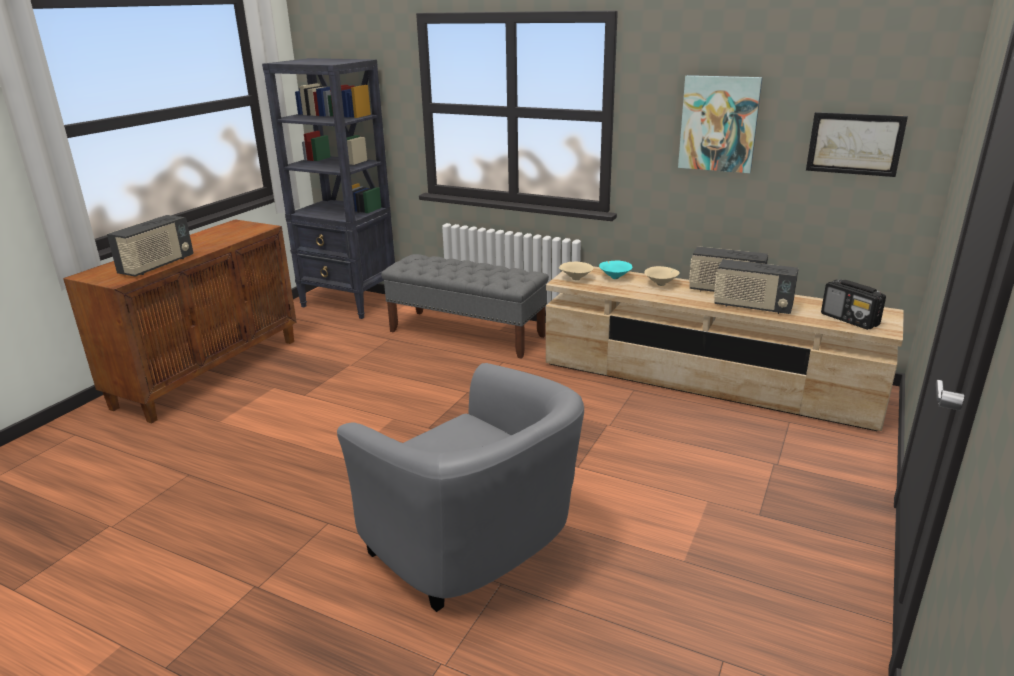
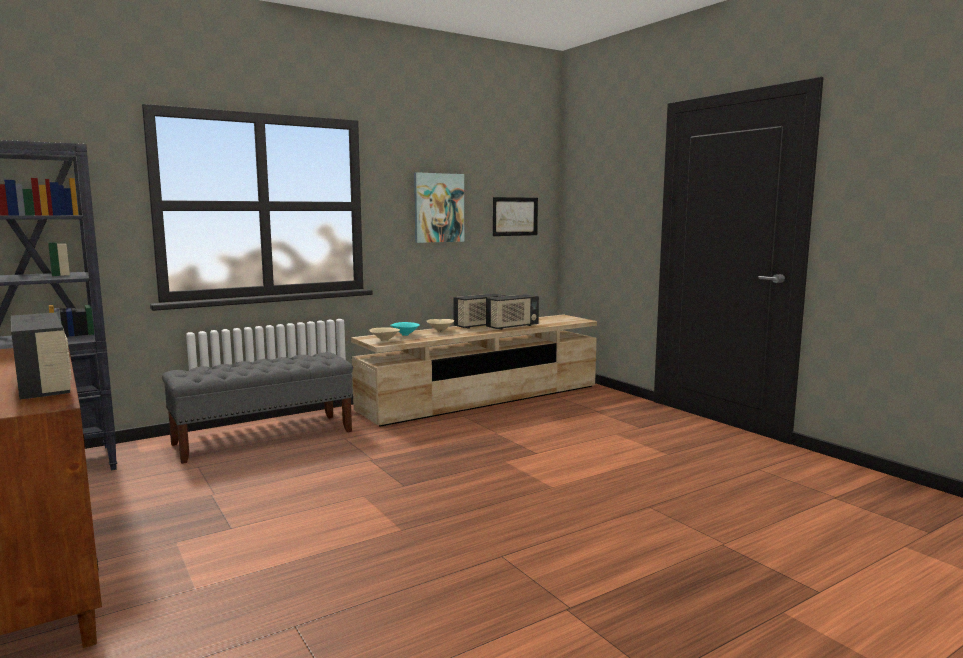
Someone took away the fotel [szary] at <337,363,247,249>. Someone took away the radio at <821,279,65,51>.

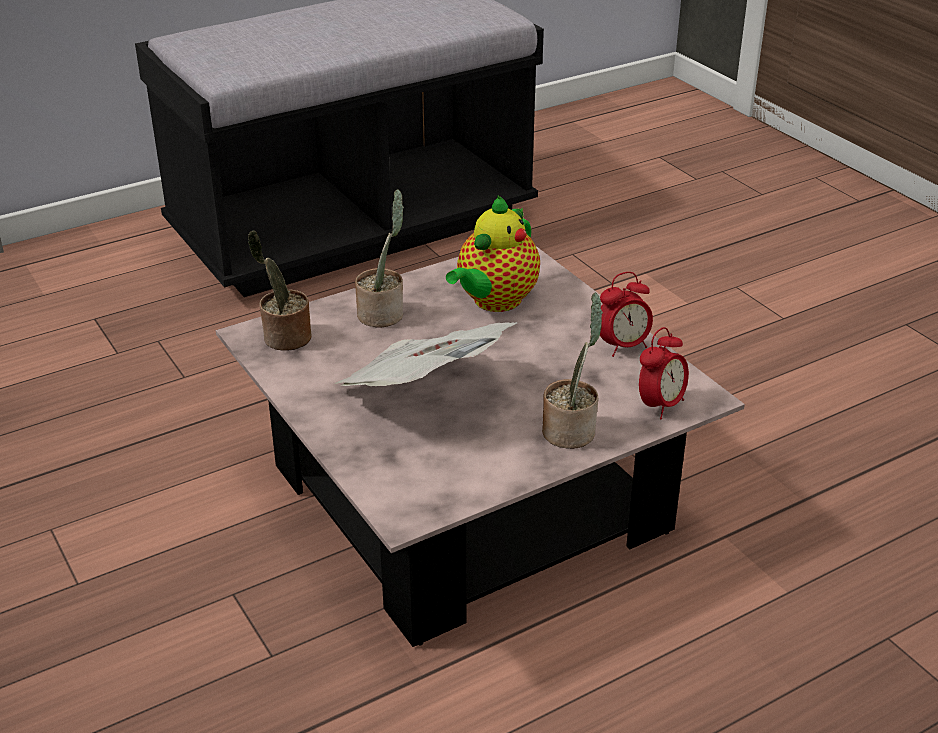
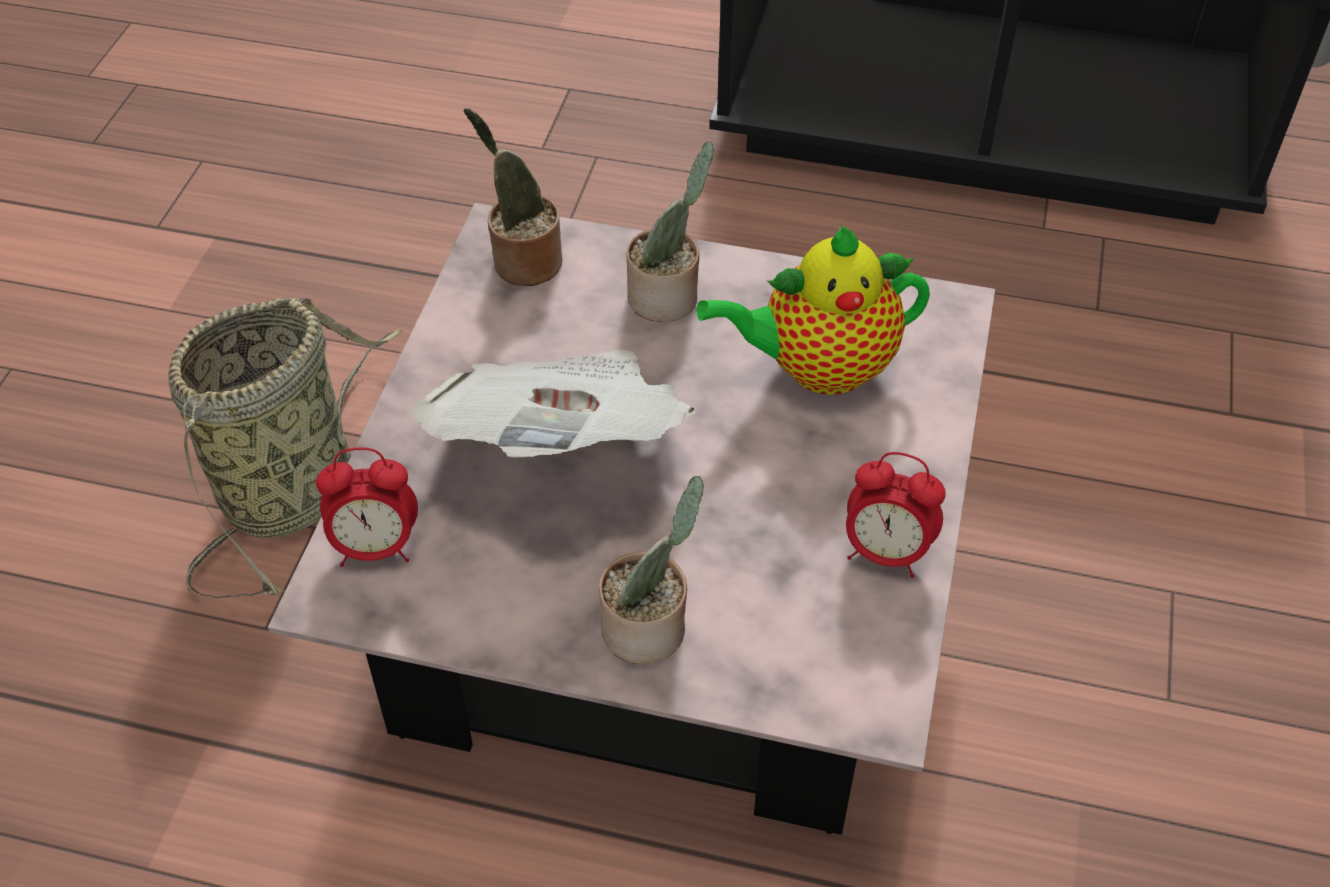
Someone put down the koszyk at <169,298,234,300>. Someone carried the budzik from <639,327,50,92> to <316,447,102,120>.

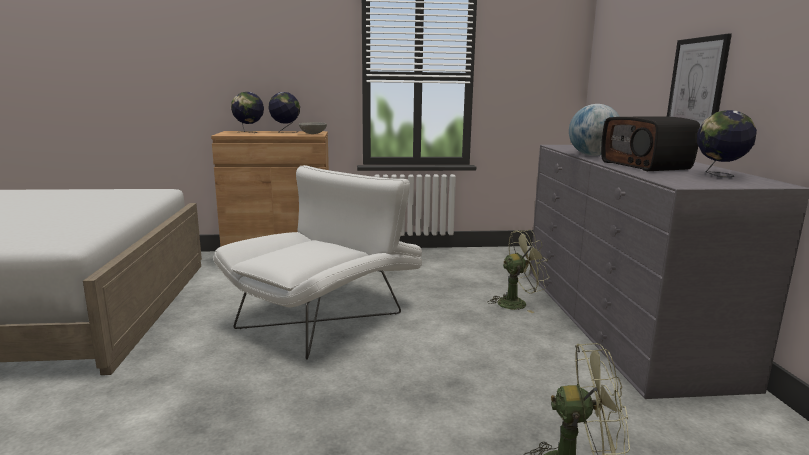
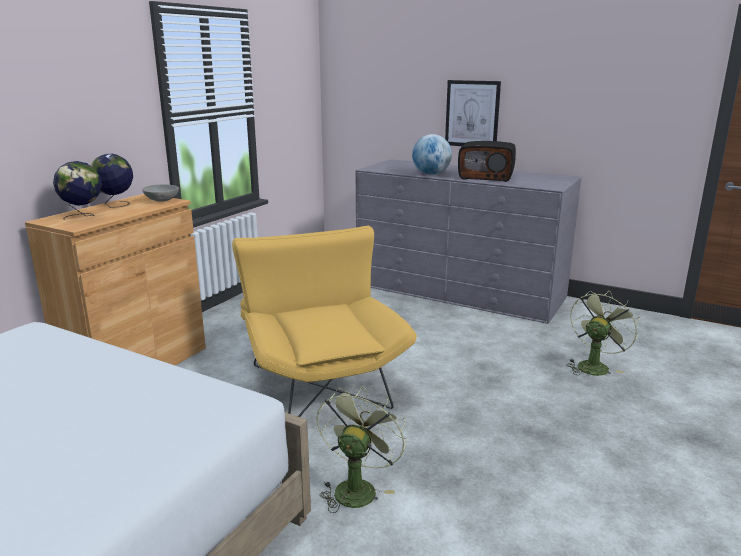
Someone repainted the fotel [biały] at <213,165,209,195>, which became the fotel [żółty] at <232,226,185,191>. Someone carried the wentylator [zielony] from <488,229,61,84> to <317,386,90,127>. Someone took away the globus at <697,110,60,67>.

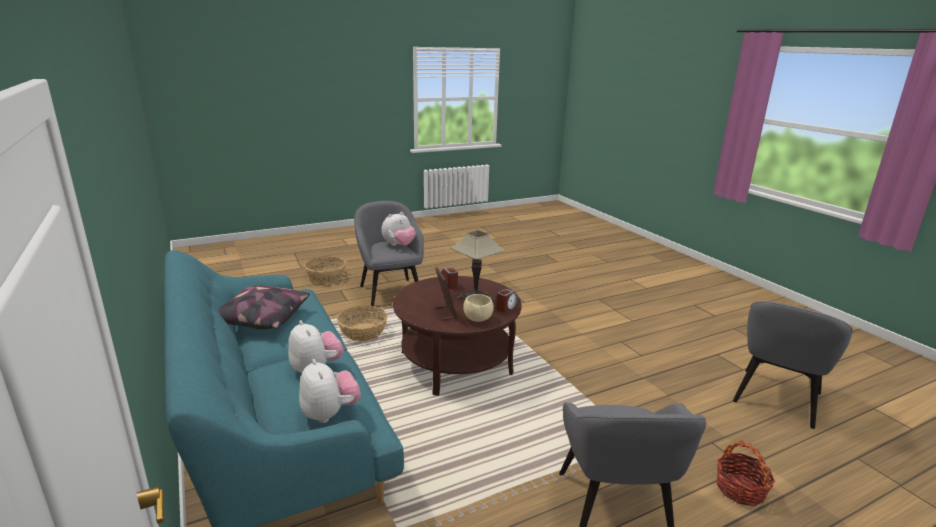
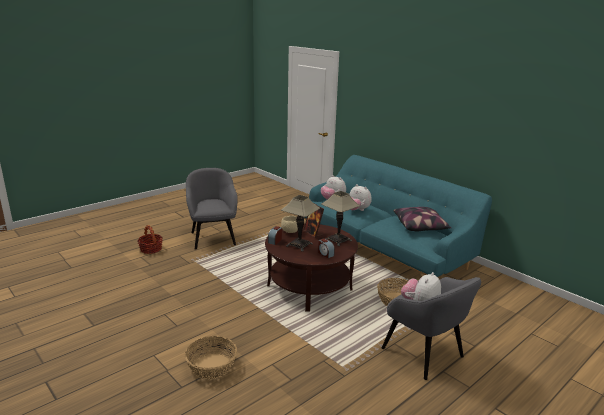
Someone carried the koszyk from <304,256,42,27> to <185,336,52,43>. Someone put down the lampa stołowa at <321,191,39,55>. Someone took away the fotel [szary] at <733,301,120,128>.

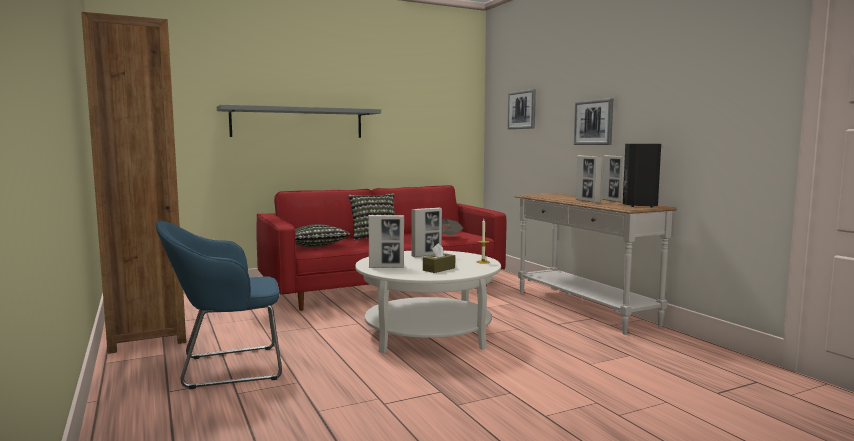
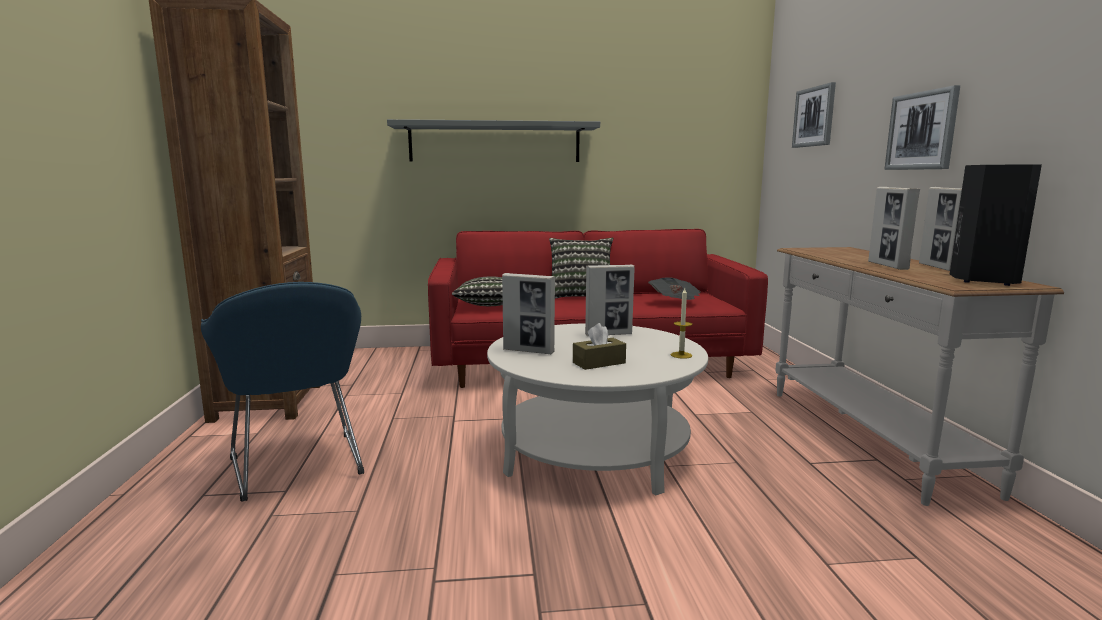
Someone rotated the fotel [niebieski] at <156,220,126,169> by 120 degrees counterclockwise.

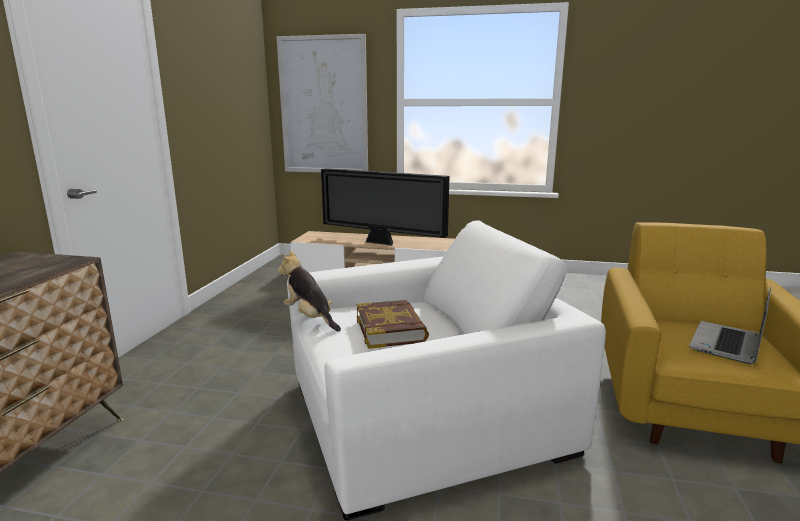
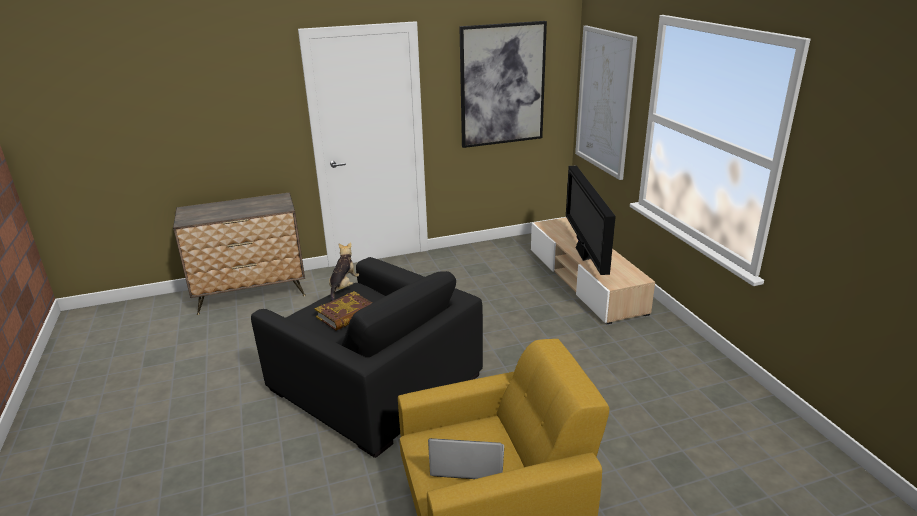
Someone repainted the fotel [biały] at <287,220,319,300>, which became the fotel [czarny] at <251,257,232,201>. Someone put up the obraz at <459,21,88,127>.

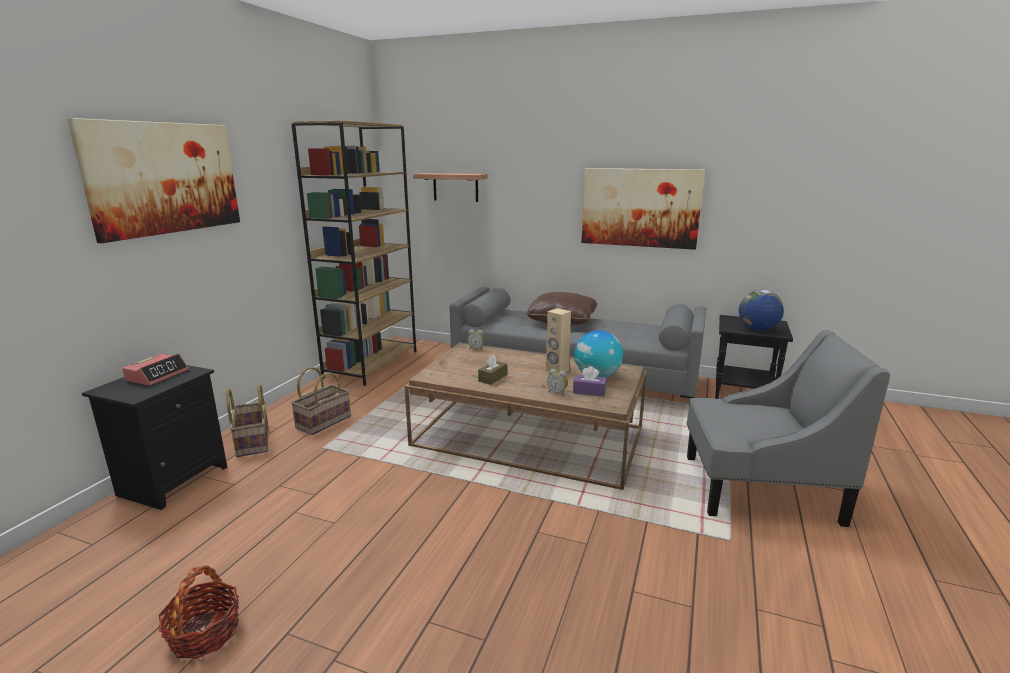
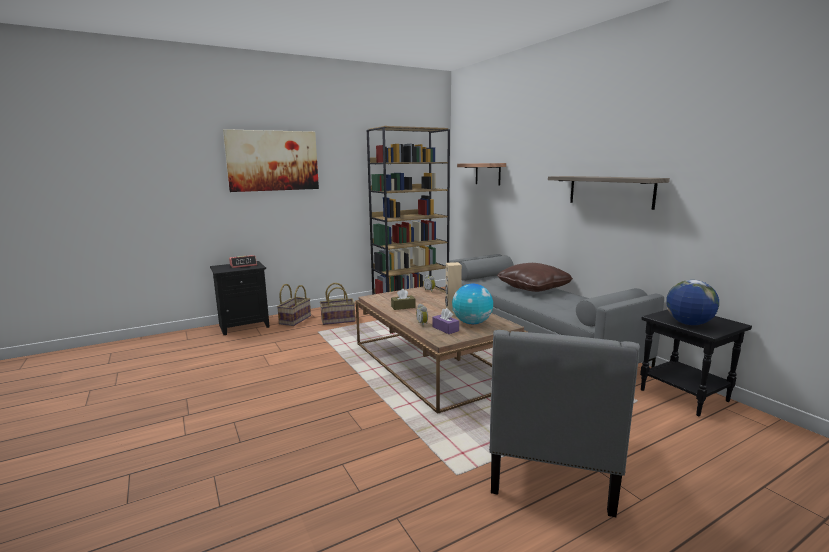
Someone rotated the fotel [szary] at <687,330,203,197> by 60 degrees clockwise. Someone swapped the obraz at <581,168,124,82> for the półka at <548,176,122,34>. Someone took away the koszyk at <158,566,81,93>.

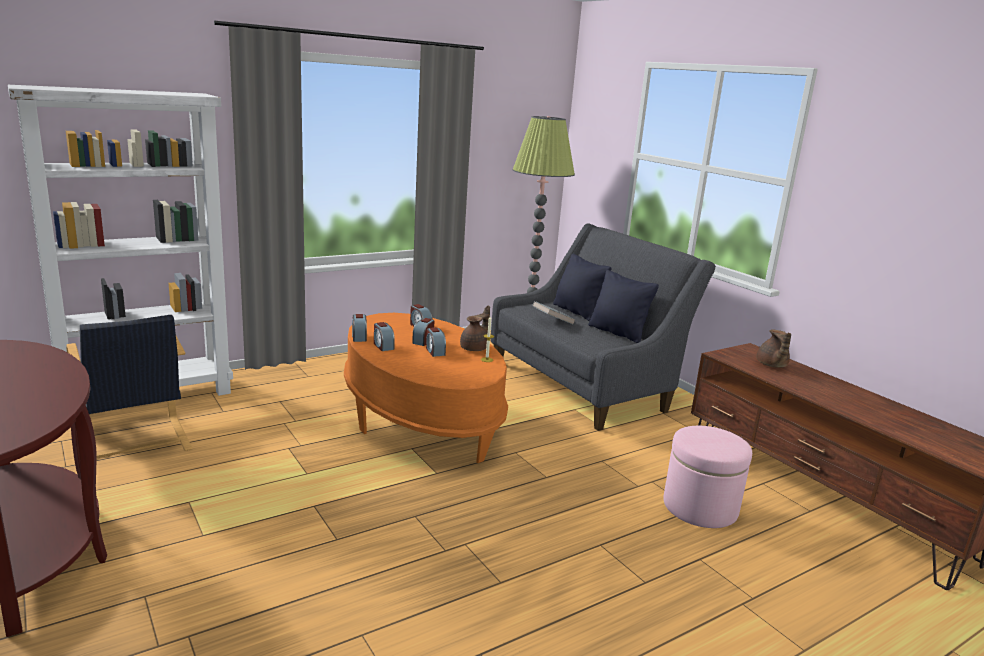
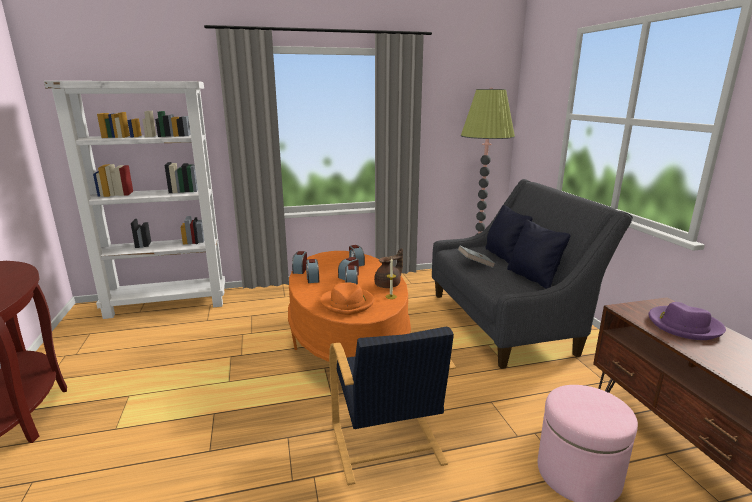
Someone put down the kapelusz [pomarańczowy] at <320,282,54,33>. Someone carried the fotel [czarny] from <66,315,126,143> to <329,327,127,158>. Someone swapped the imbryk [brązowy] at <756,330,35,38> for the kapelusz [fioletowy] at <649,302,77,38>.

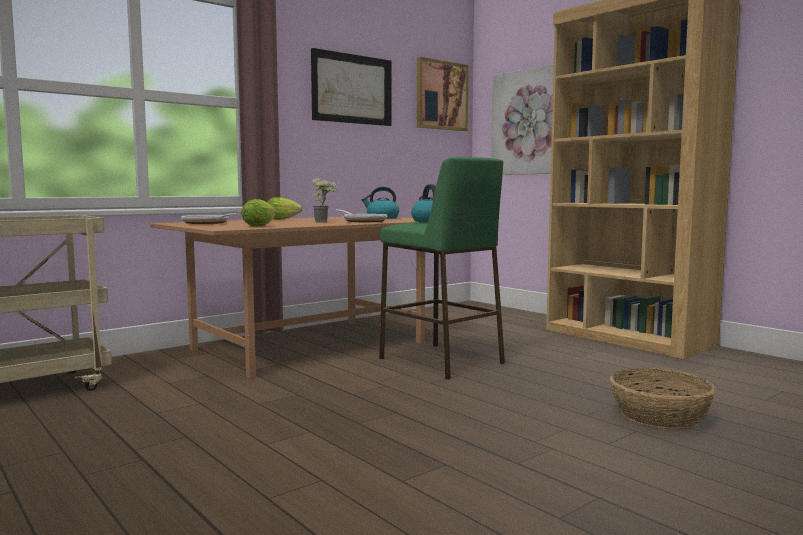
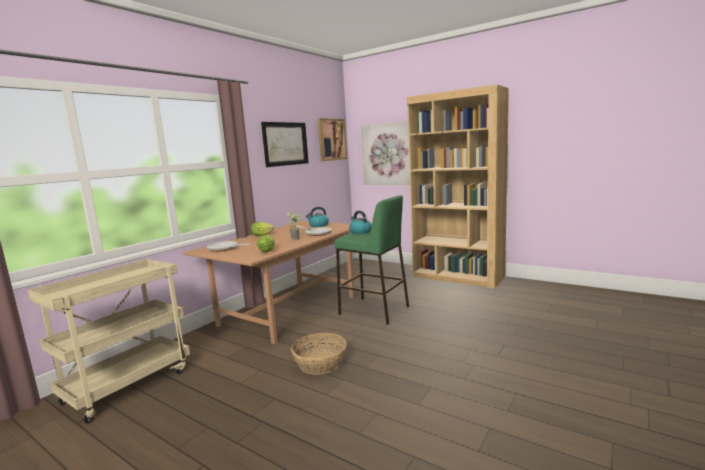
Someone carried the koszyk from <610,368,106,62> to <291,333,56,42>.

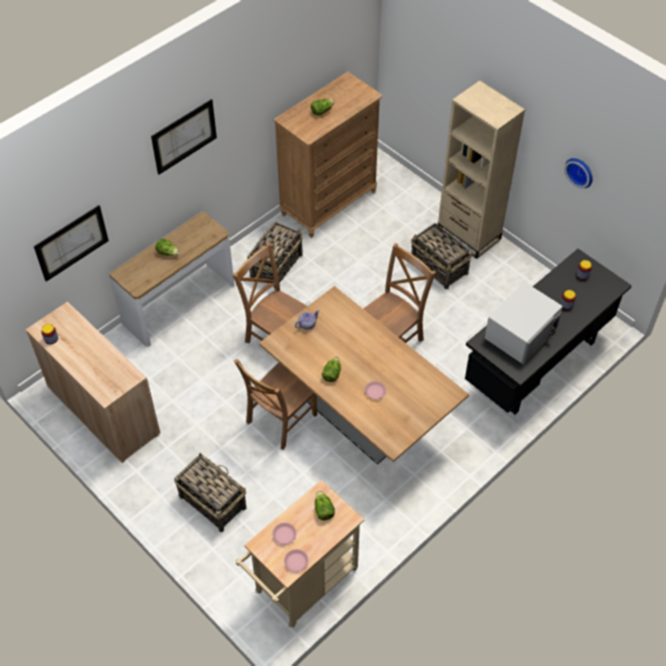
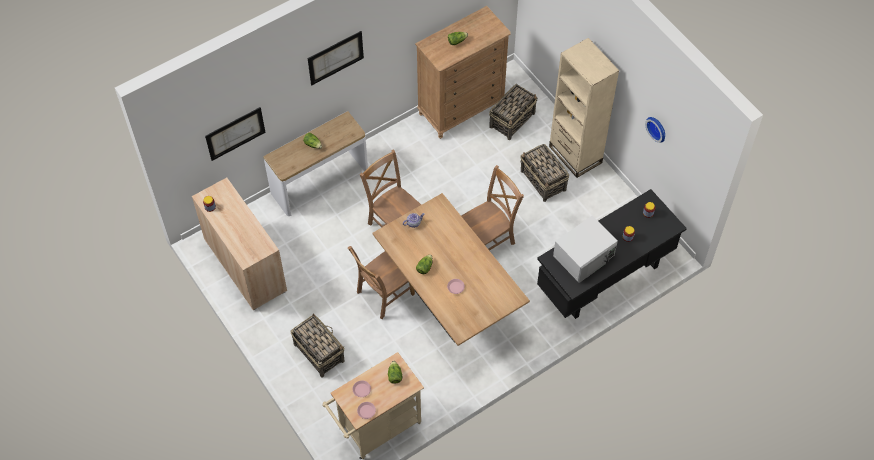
Someone carried the koszyk from <247,222,56,67> to <489,84,49,56>.

